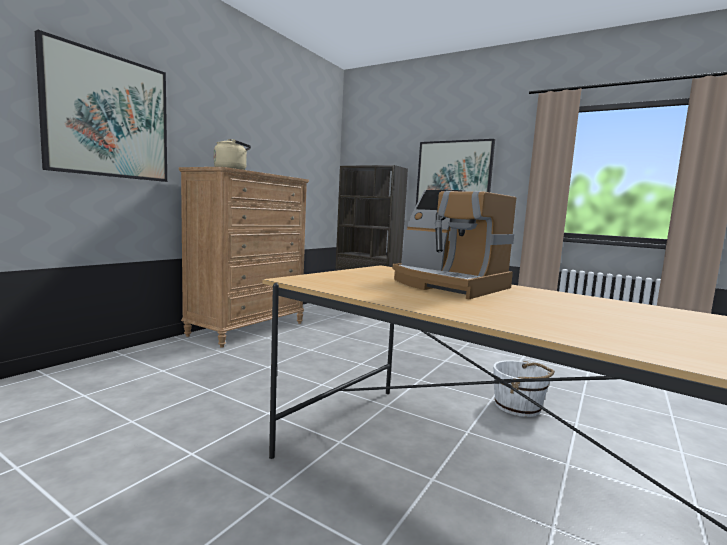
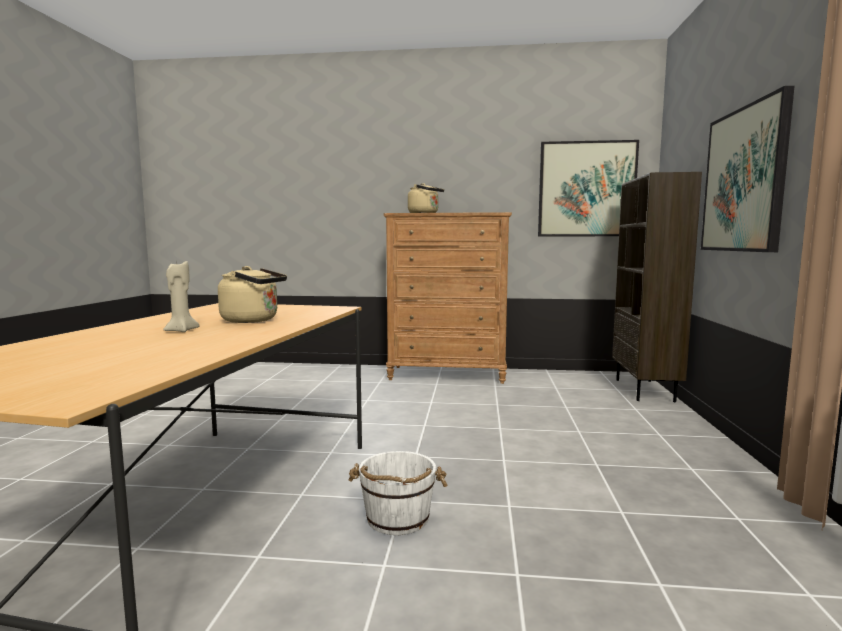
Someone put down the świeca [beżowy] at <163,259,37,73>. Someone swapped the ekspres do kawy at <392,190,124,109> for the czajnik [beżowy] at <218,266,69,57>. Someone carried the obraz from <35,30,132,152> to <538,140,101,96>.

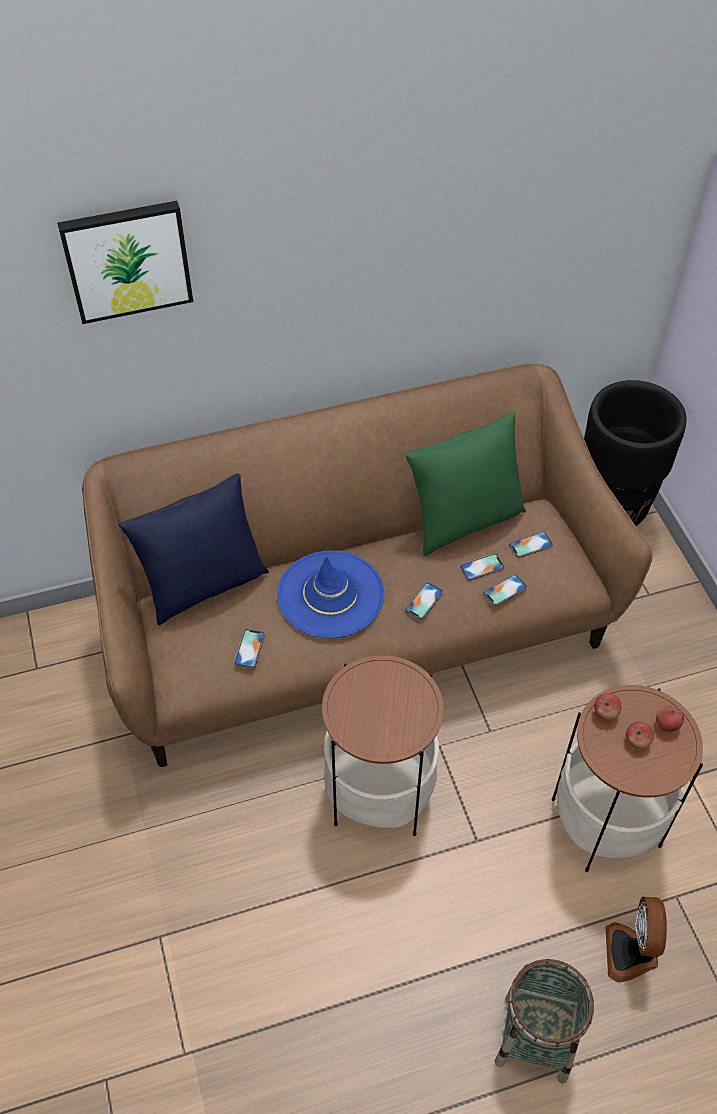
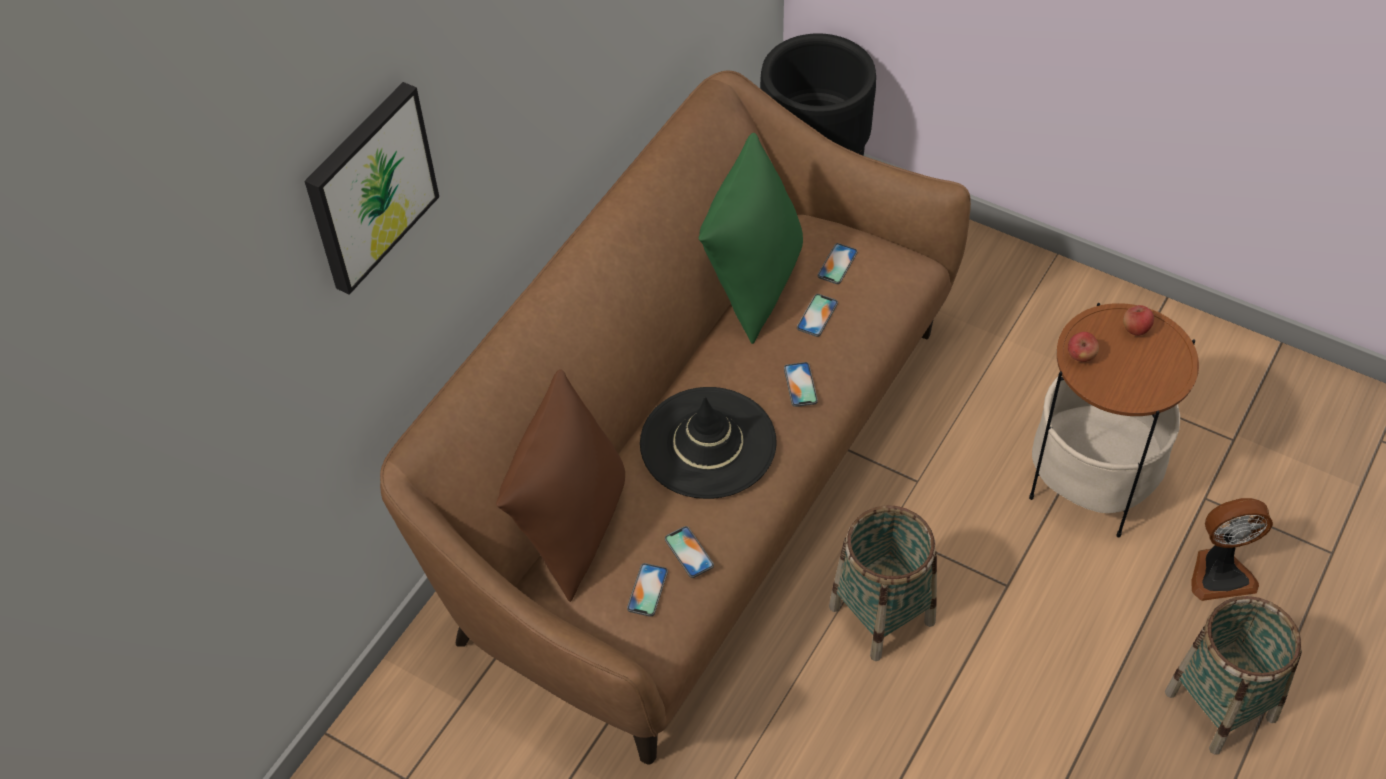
Someone repainted the poduszka [niebieski] at <119,473,150,152>, which became the poduszka [brązowy] at <496,369,129,233>. Someone carried the telefon from <483,574,44,32> to <627,563,41,54>. Someone repainted the kapelusz [niebieski] at <277,550,107,88>, which became the kapelusz [czarny] at <640,387,137,112>. Someone swapped the stolik at <322,655,122,181> for the koszyk at <829,505,108,156>. Someone rotated the wentylator at <605,897,62,86> by 60 degrees counterclockwise. Someone took away the jabłko at <626,722,28,27>.

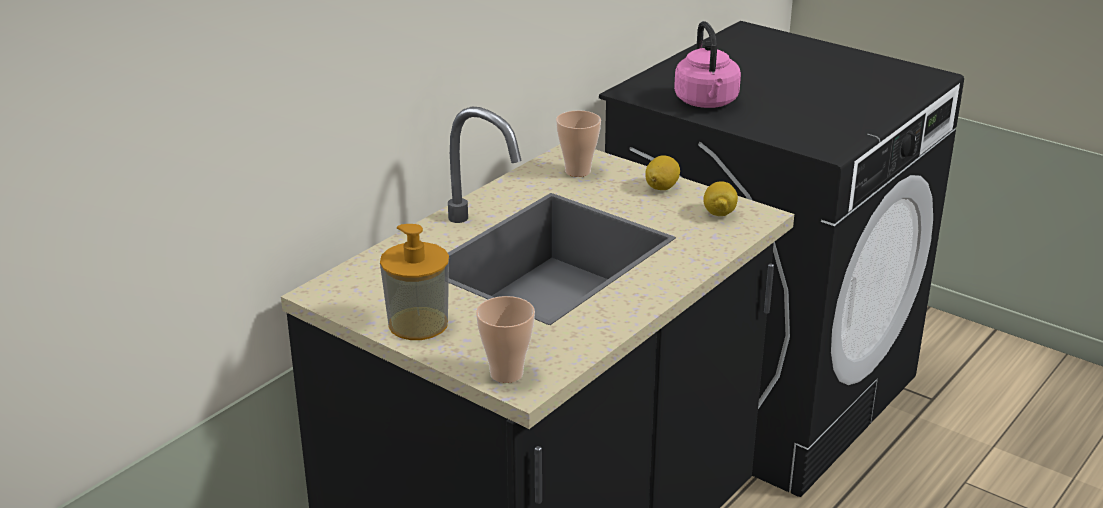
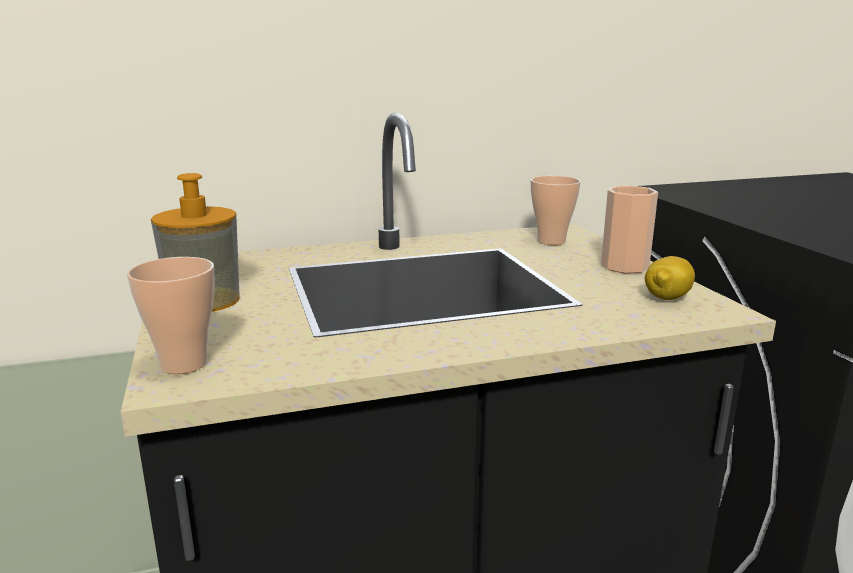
Someone swapped the cytryna at <645,155,35,35> for the filiżanka at <601,186,57,87>. Someone took away the czajnik [różowy] at <674,21,67,87>.

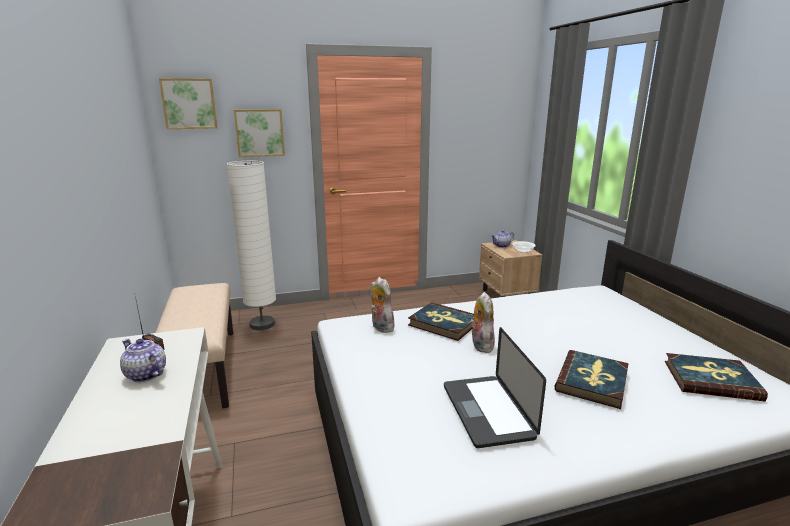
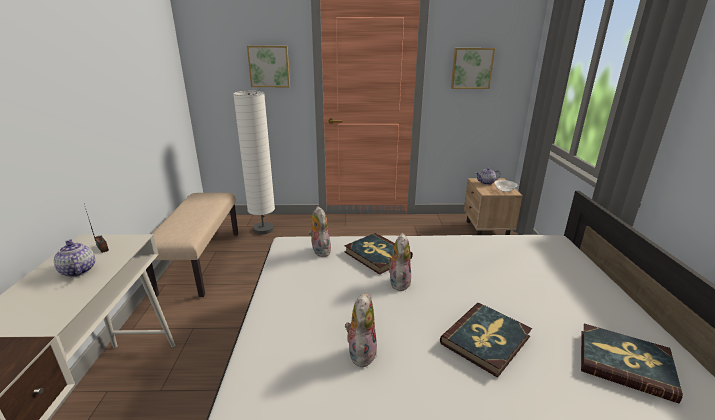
Someone swapped the laptop at <444,327,102,121> for the pluszak at <345,293,32,74>. Someone carried the obraz from <159,78,58,51> to <451,48,44,41>.

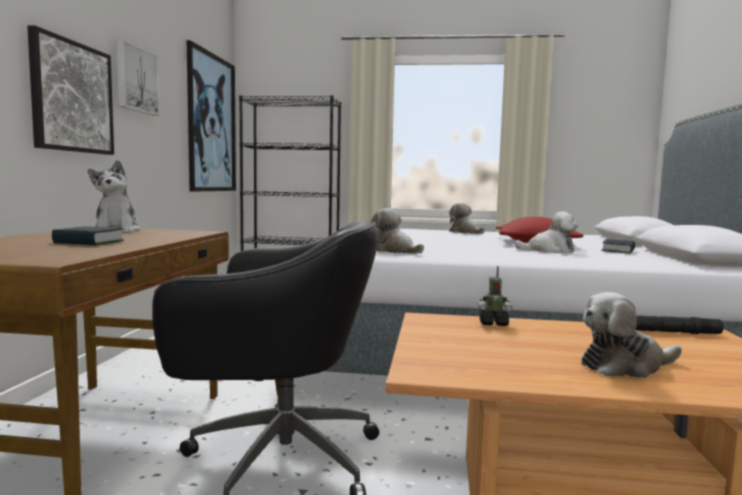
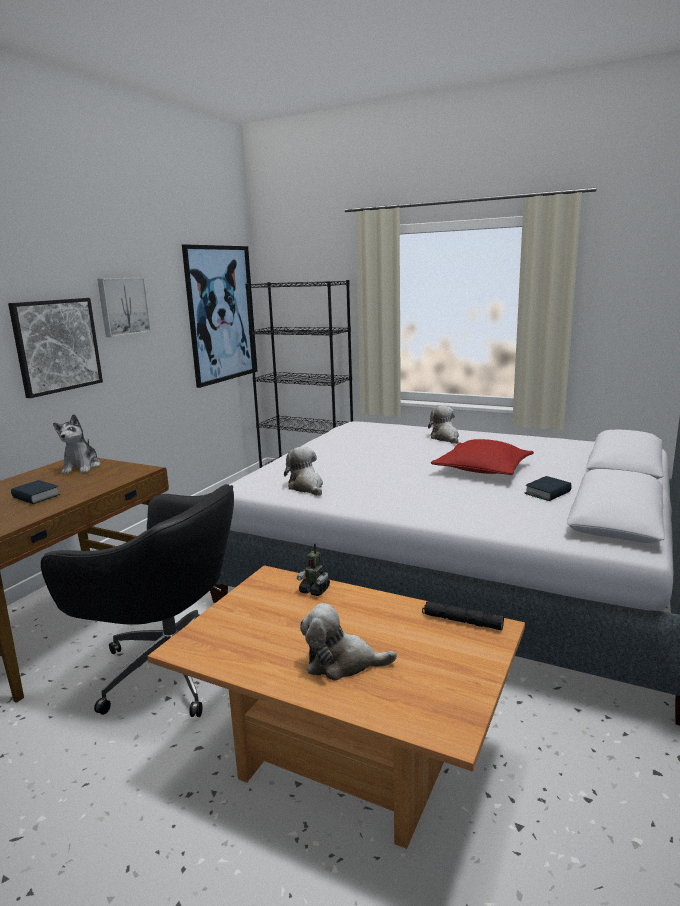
Someone took away the pluszak at <514,211,65,42>.

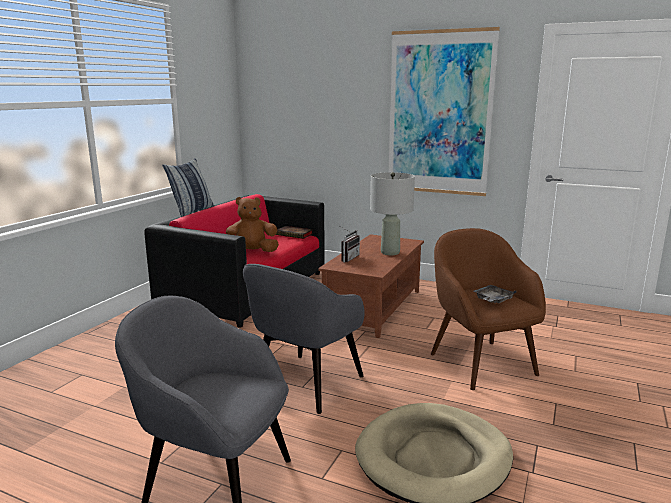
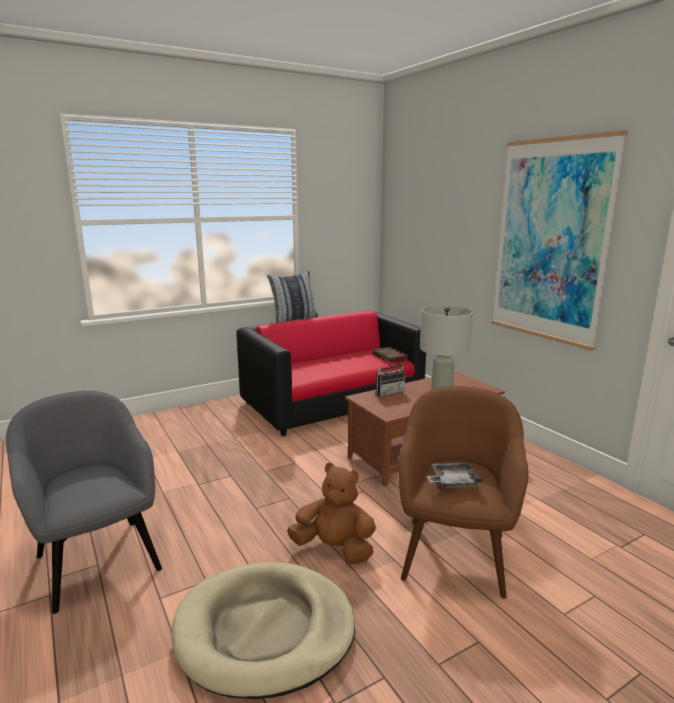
Someone carried the pluszak [brązowy] from <226,197,53,55> to <287,463,89,101>. Someone took away the fotel [szary] at <243,264,122,150>.

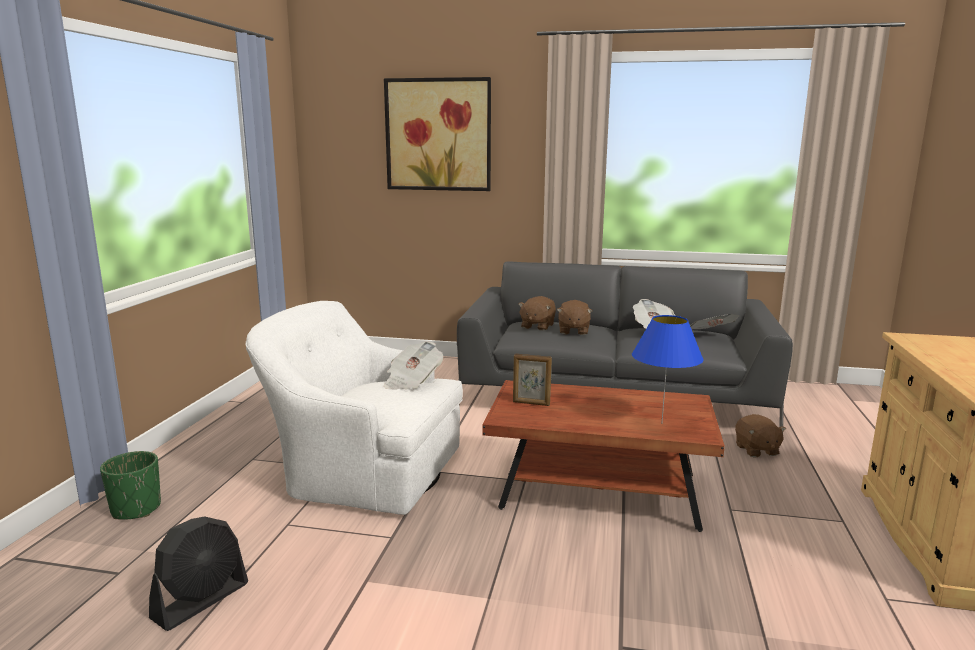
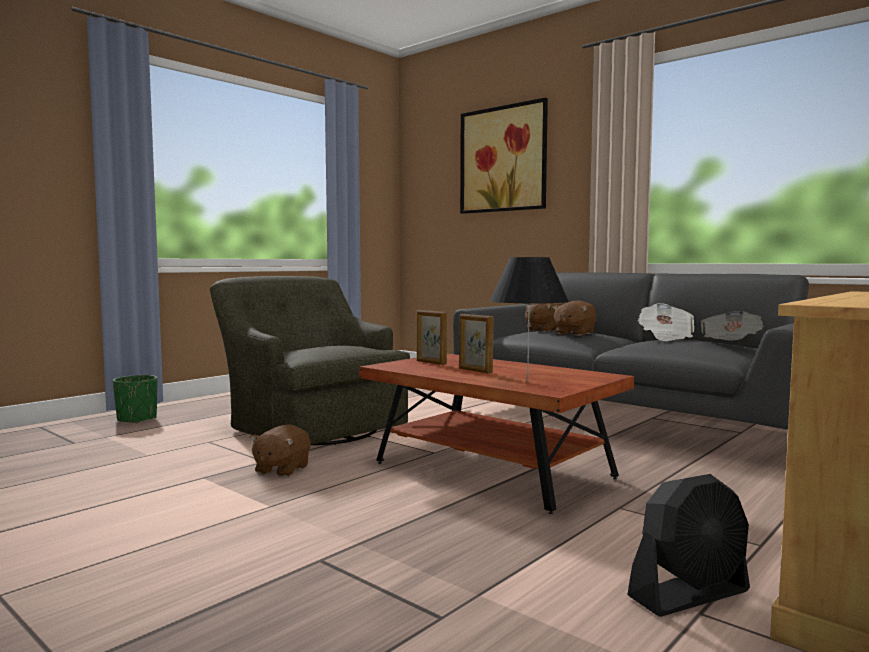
Someone repainted the fotel [biały] at <246,301,217,214>, which became the fotel [zielony] at <210,276,200,169>. Someone carried the pluszak [brązowy] from <735,414,51,43> to <250,424,61,53>. Someone put down the ramka na zdjęcie at <459,314,34,59>. Someone repainted the lampa stołowa [niebieski] at <632,315,72,109>, which became the lampa stołowa [czarny] at <490,257,79,125>. Someone carried the wentylator [czarny] from <149,516,99,115> to <627,474,123,143>. Someone took away the gazeta at <383,341,60,49>.

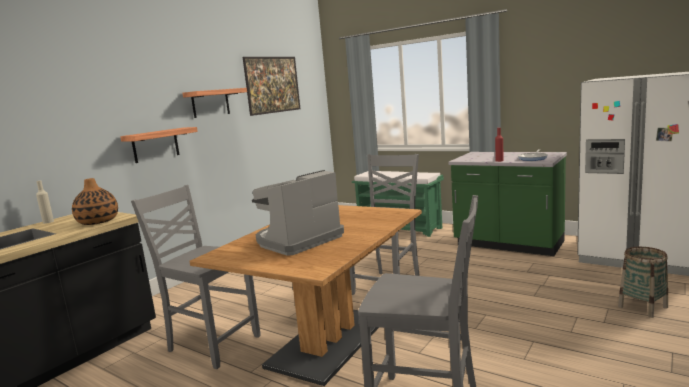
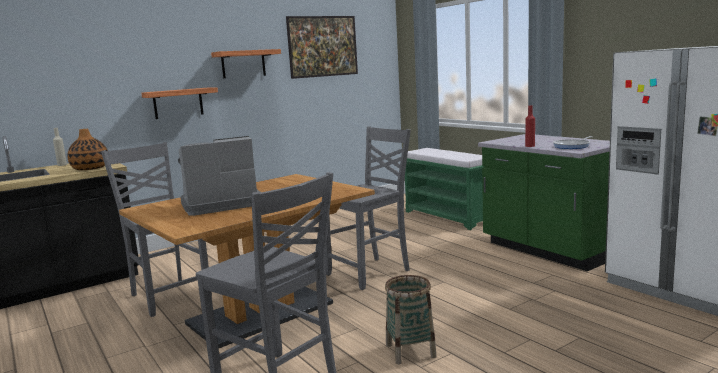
Someone carried the koszyk from <618,247,50,71> to <385,275,52,89>.

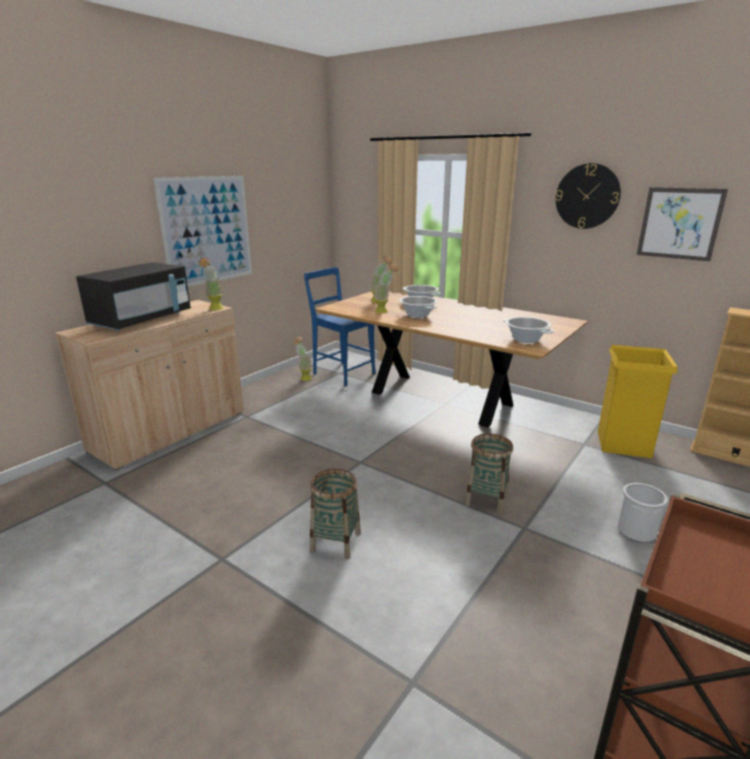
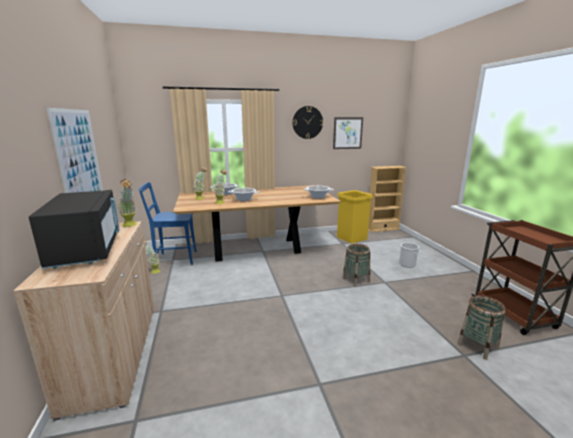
Someone carried the koszyk from <310,469,51,90> to <457,295,49,65>.

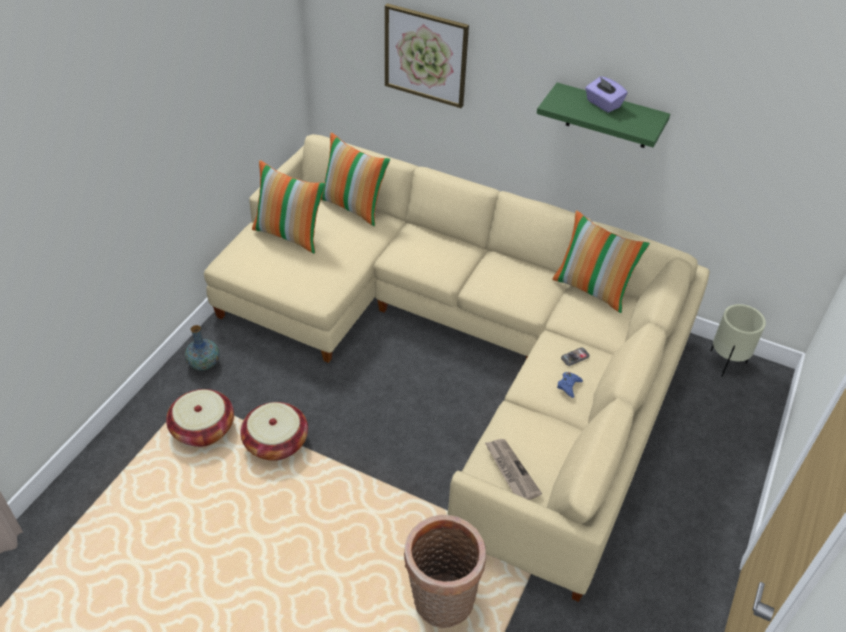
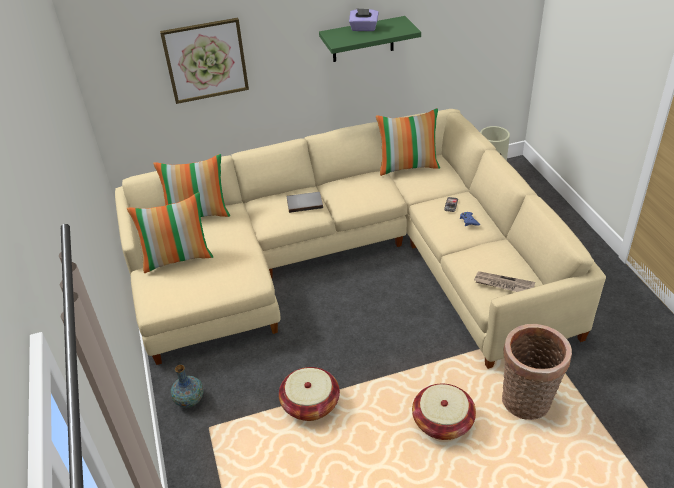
Someone put down the książka [szary] at <287,192,36,21>. Someone carried the koszyk from <166,389,68,58> to <412,384,64,56>.

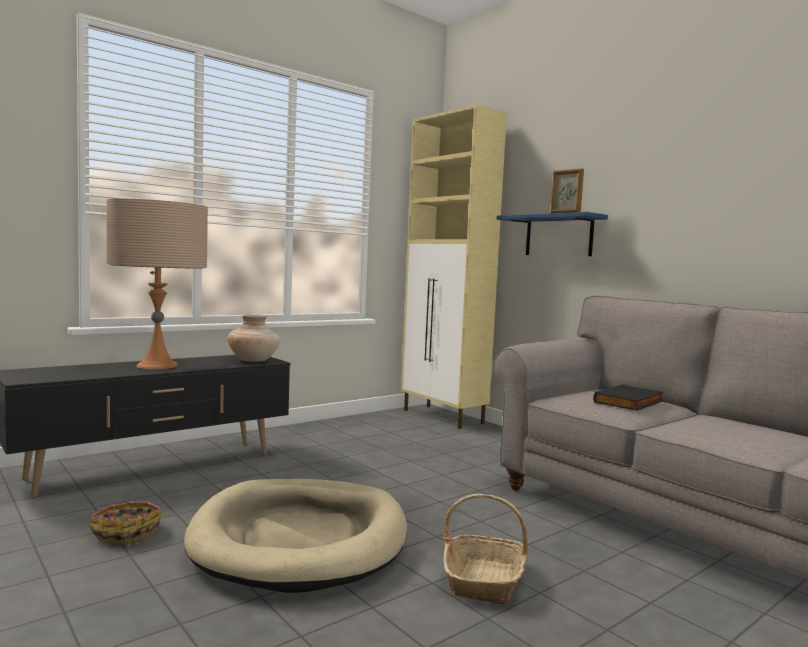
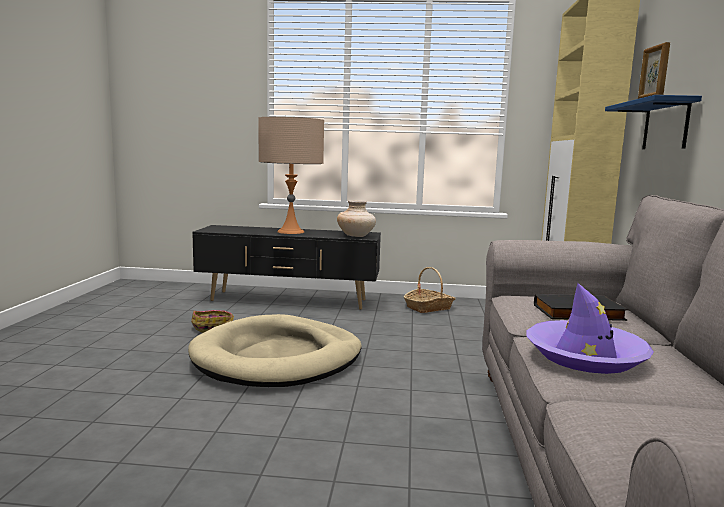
Someone carried the koszyk from <443,494,85,111> to <404,267,52,46>. Someone put down the kapelusz [fioletowy] at <526,283,128,91>.

